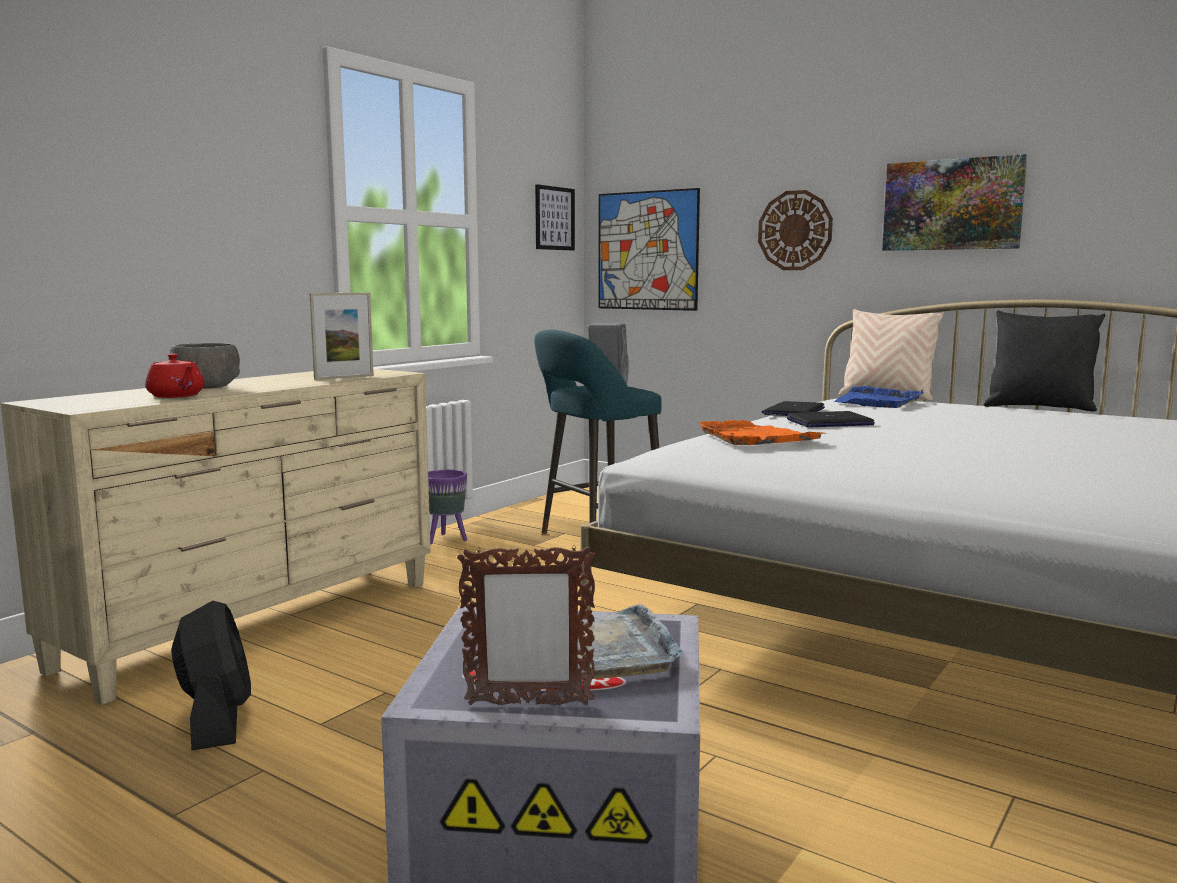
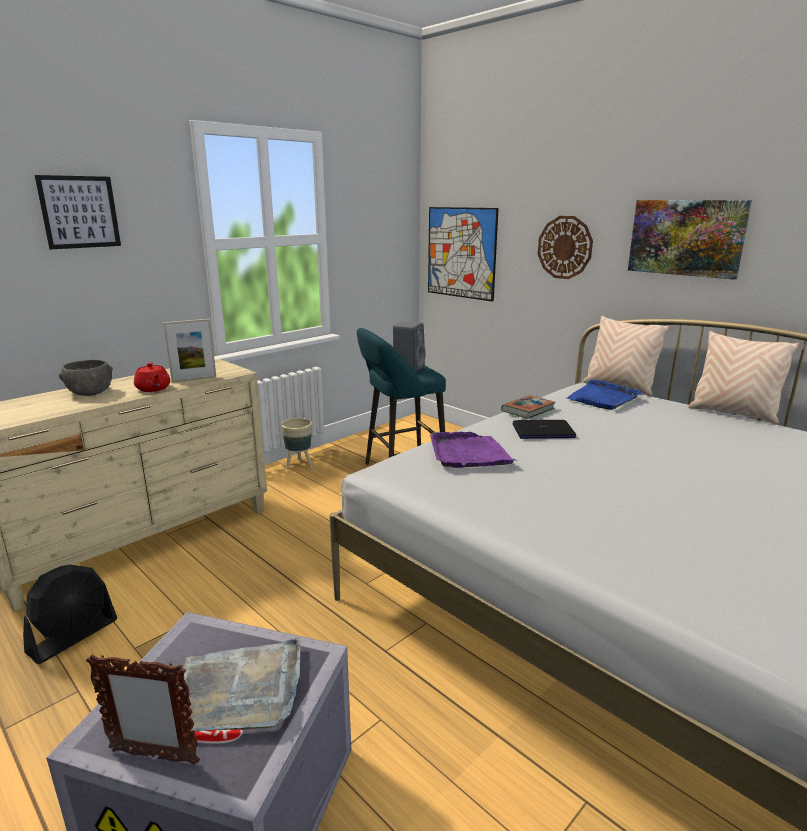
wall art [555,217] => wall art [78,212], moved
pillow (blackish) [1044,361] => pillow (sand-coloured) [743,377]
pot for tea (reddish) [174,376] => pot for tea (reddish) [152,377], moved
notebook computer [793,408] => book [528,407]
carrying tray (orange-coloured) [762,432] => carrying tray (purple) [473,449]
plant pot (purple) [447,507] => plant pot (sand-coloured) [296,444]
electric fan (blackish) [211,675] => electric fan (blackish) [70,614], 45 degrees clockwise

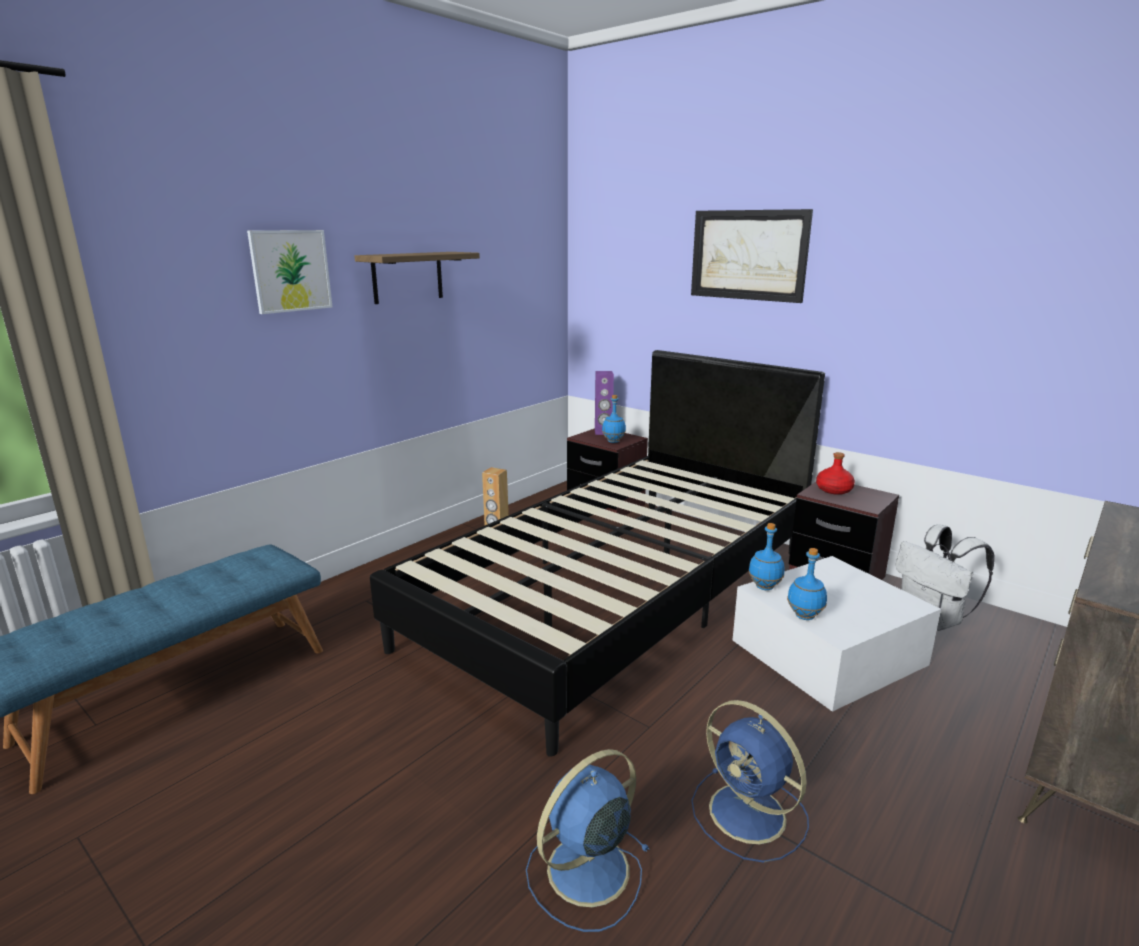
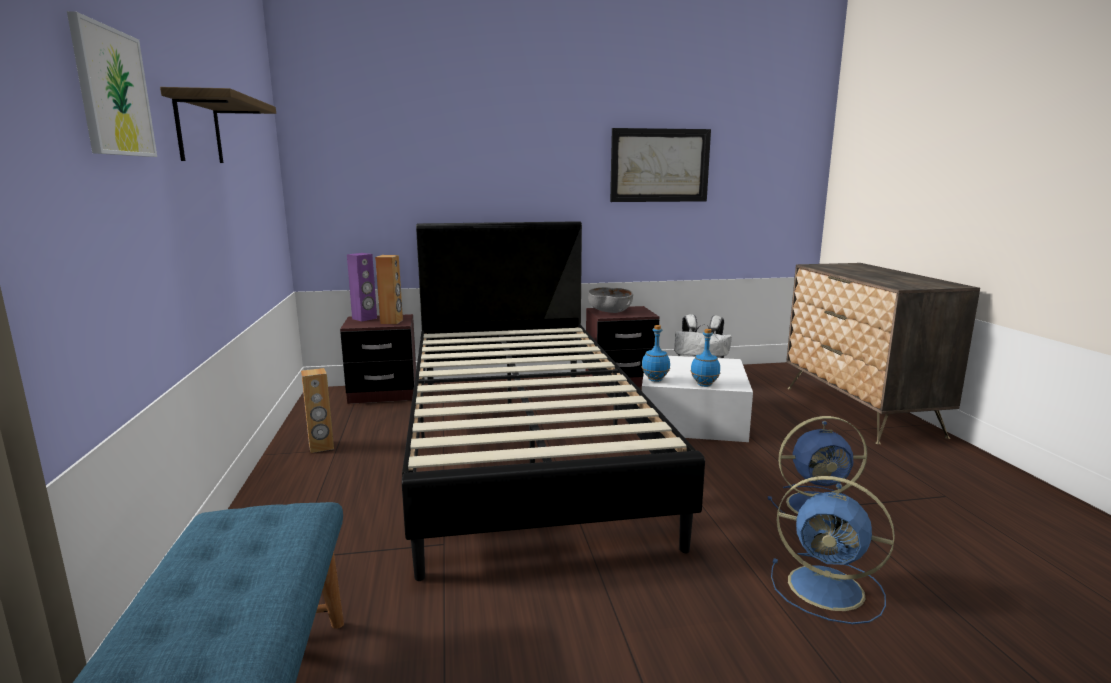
wall art [752,256] => wall art [660,165], moved
bottle (bluish) [614,419] => audio speaker (brownish) [389,289]
bottle (reddish) [835,473] => serving bowl (grey) [610,300]
electric fan (bluish) [588,840] => electric fan (bluish) [833,550], 60 degrees counterclockwise

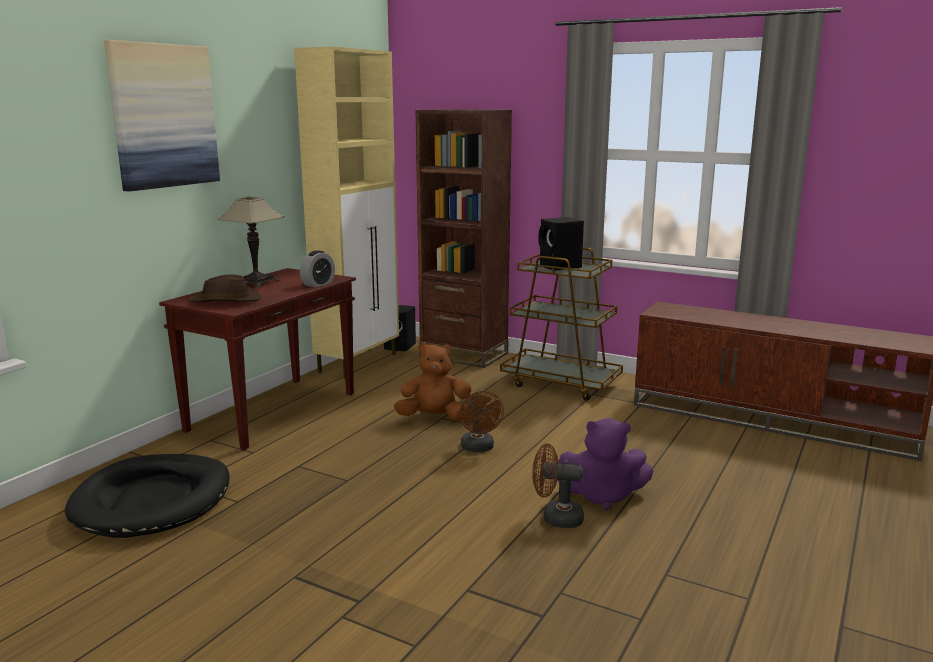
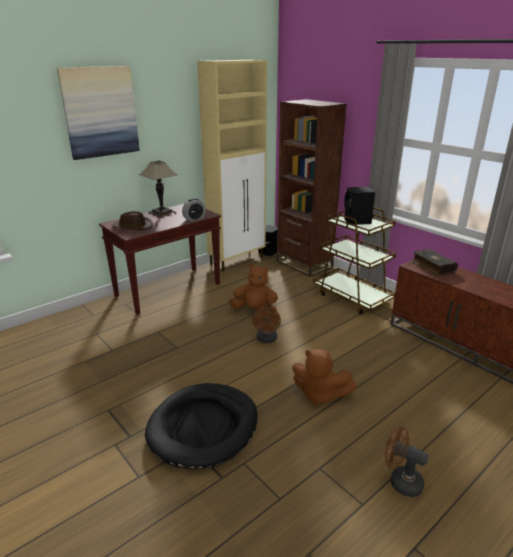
cuddly toy (purple) [605,464] => cuddly toy (brownish) [324,378]
electric fan (brownish) [558,486] => electric fan (brownish) [406,462], moved
pet bed (blackish) [147,496] => pet bed (blackish) [201,426], moved
nothing => book [434,262]

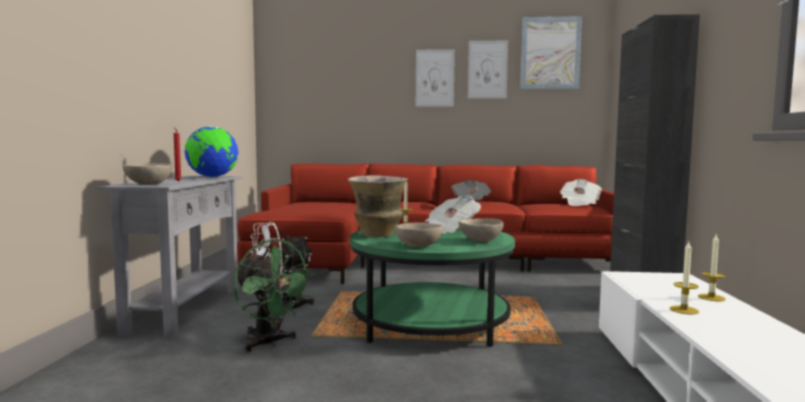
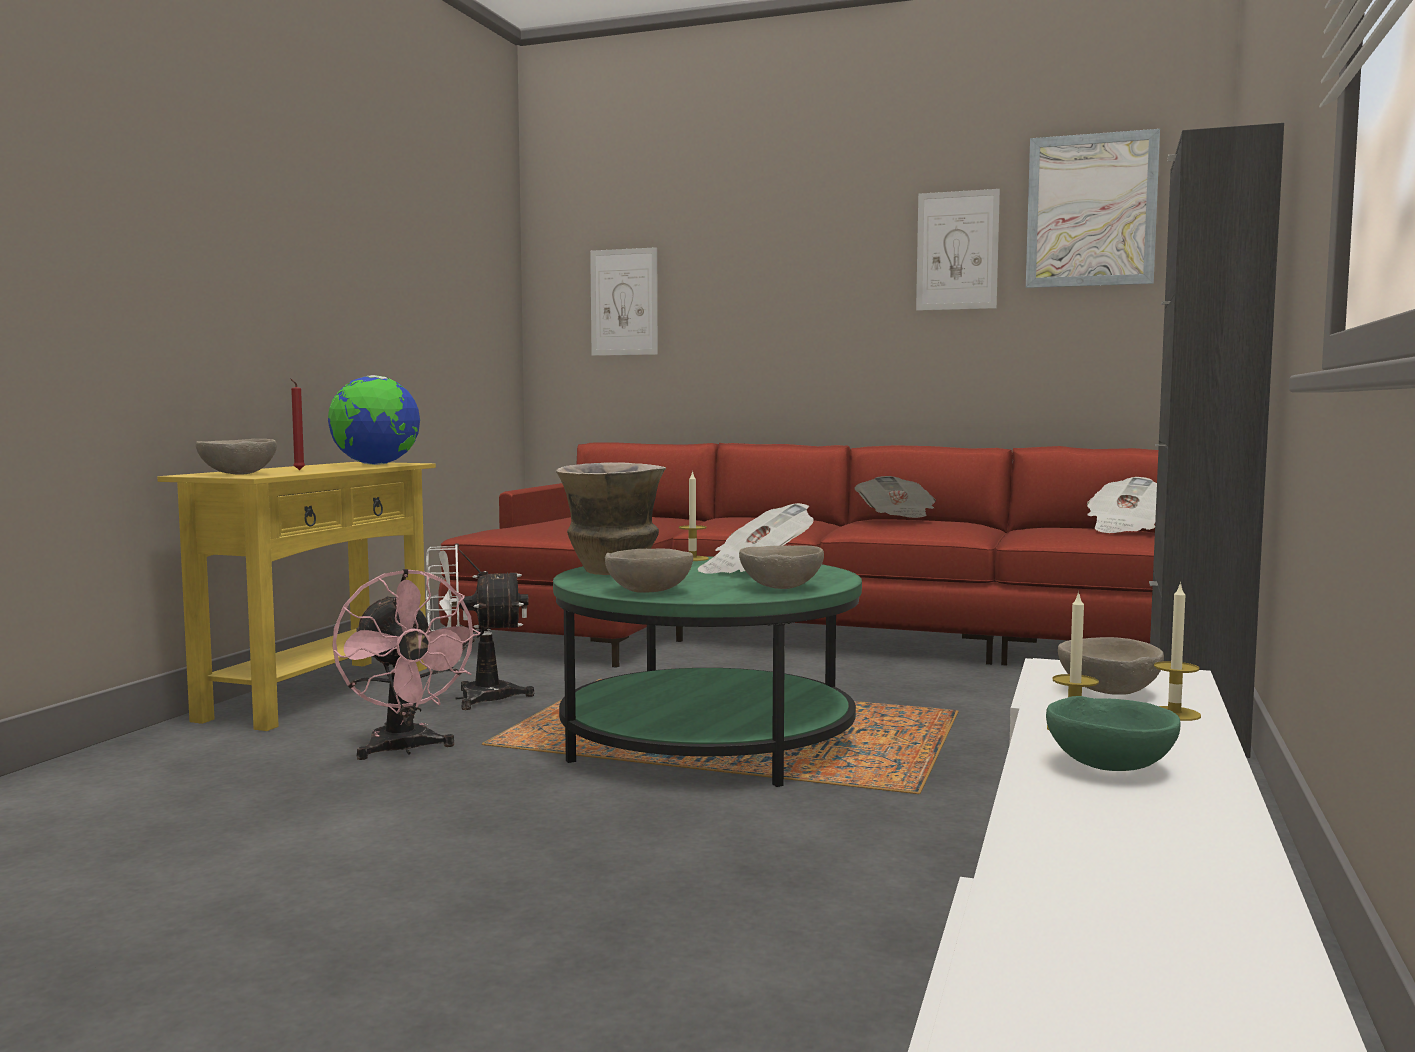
wall art [435,78] => wall art [624,301], moved
narrow table (grey) [170,257] => narrow table (yellow) [296,596]
electric fan (greenish) [274,295] => electric fan (pinkish) [406,664]
nothing => serving bowl (sand-coloured) [1111,666]
nothing => serving bowl (greenish) [1113,733]

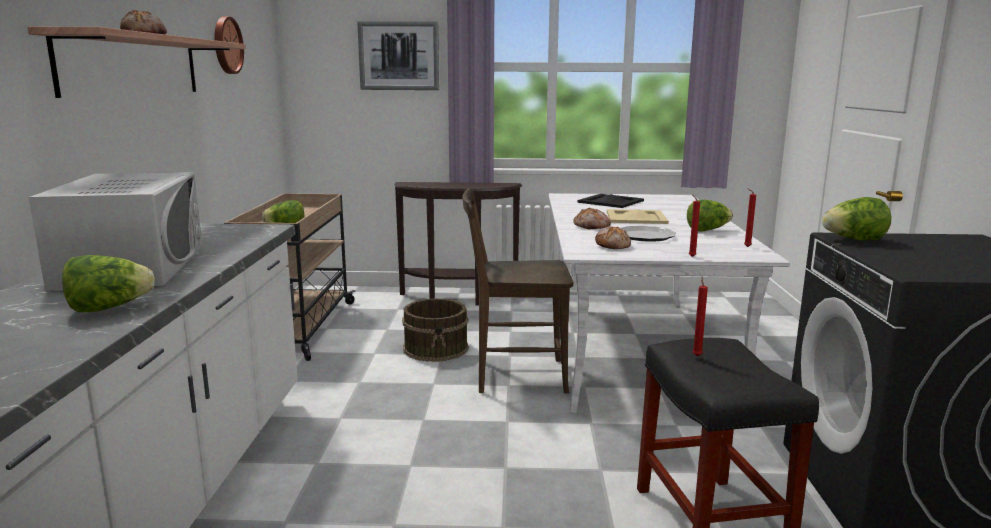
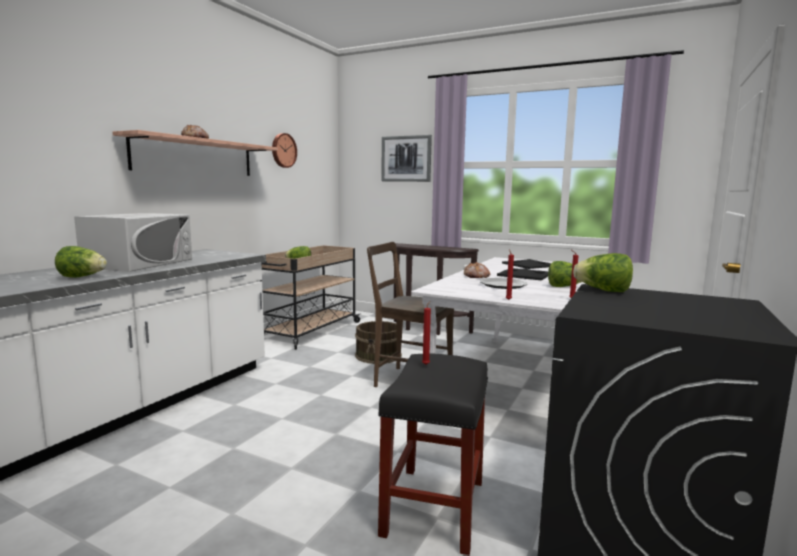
carrying tray (sand-coloured) [638,216] => carrying tray (blackish) [522,274]
baked bread [613,238] => nothing

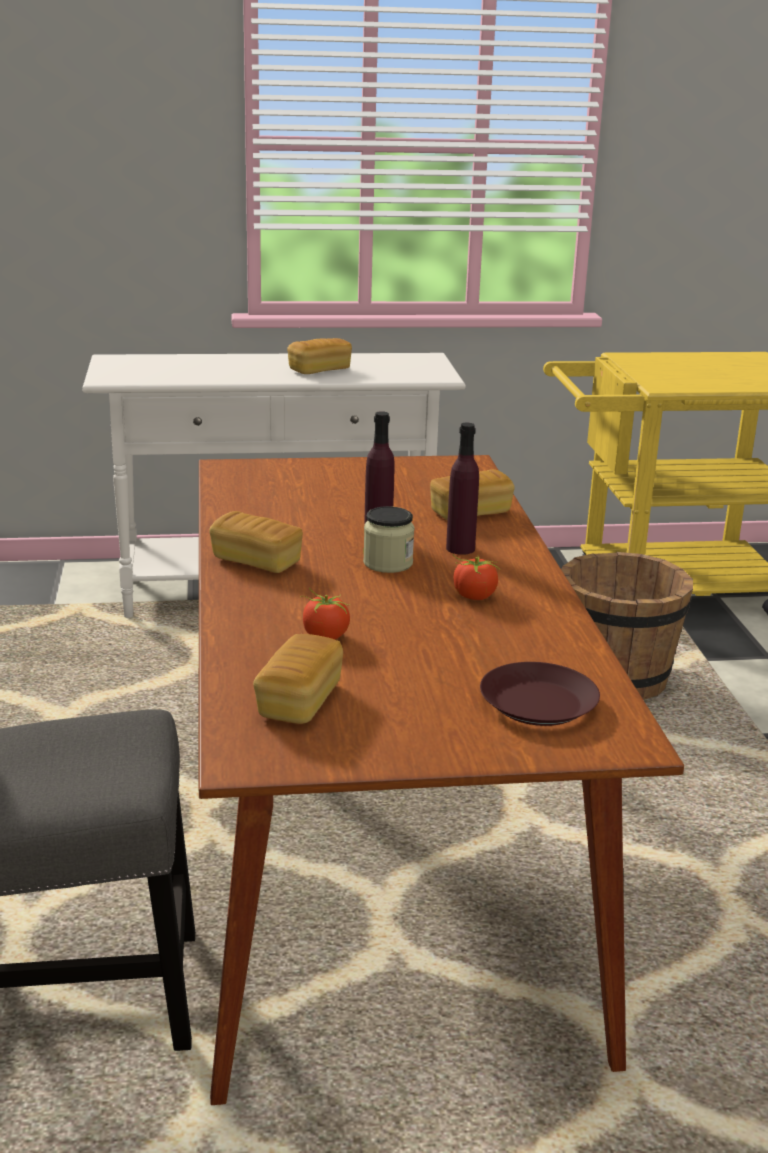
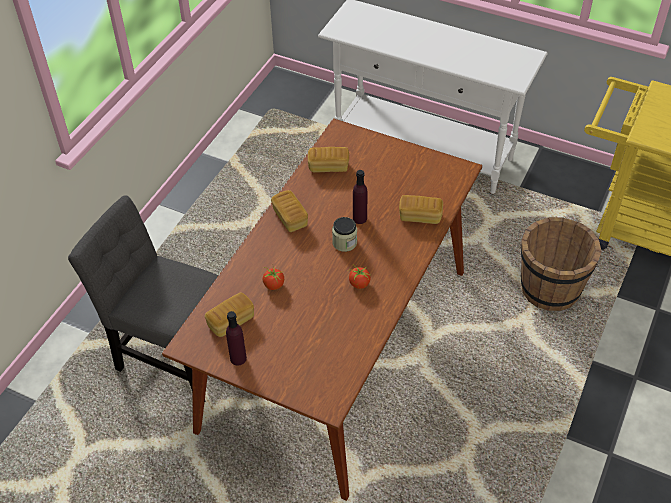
baked bread [319,356] => baked bread [328,160], moved
bottle (purple) [462,489] => bottle (purple) [236,338], moved
flat dish (brownish) [540,694] => nothing

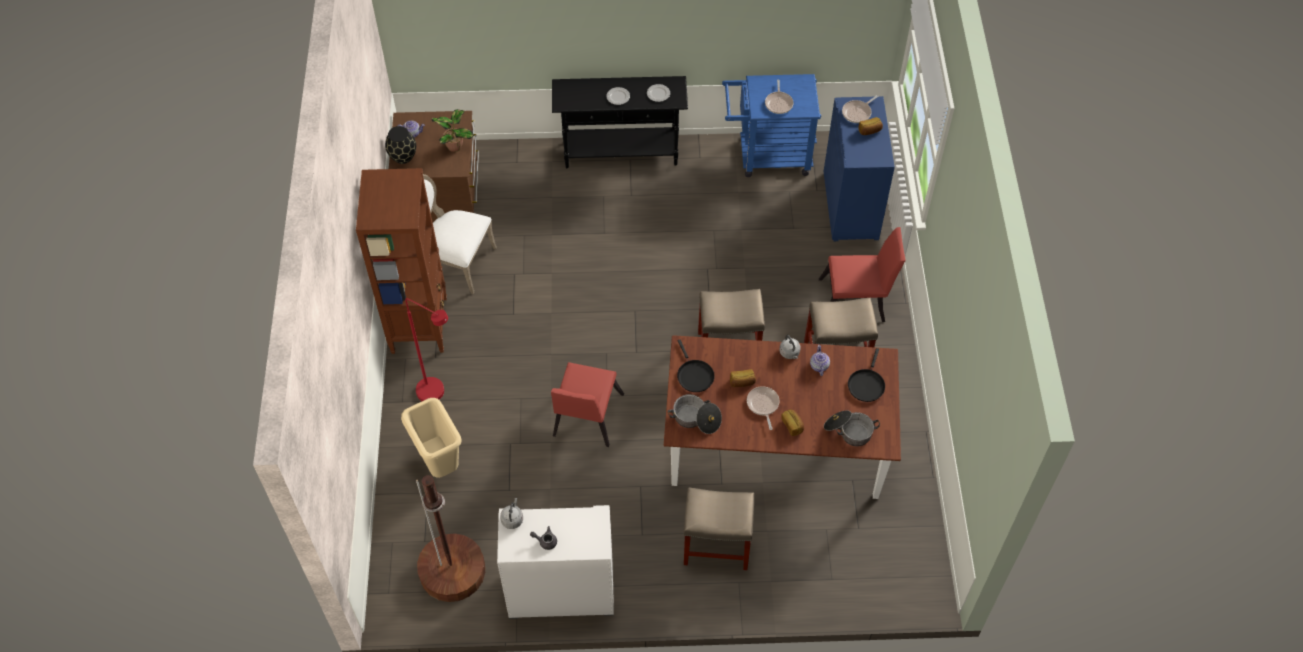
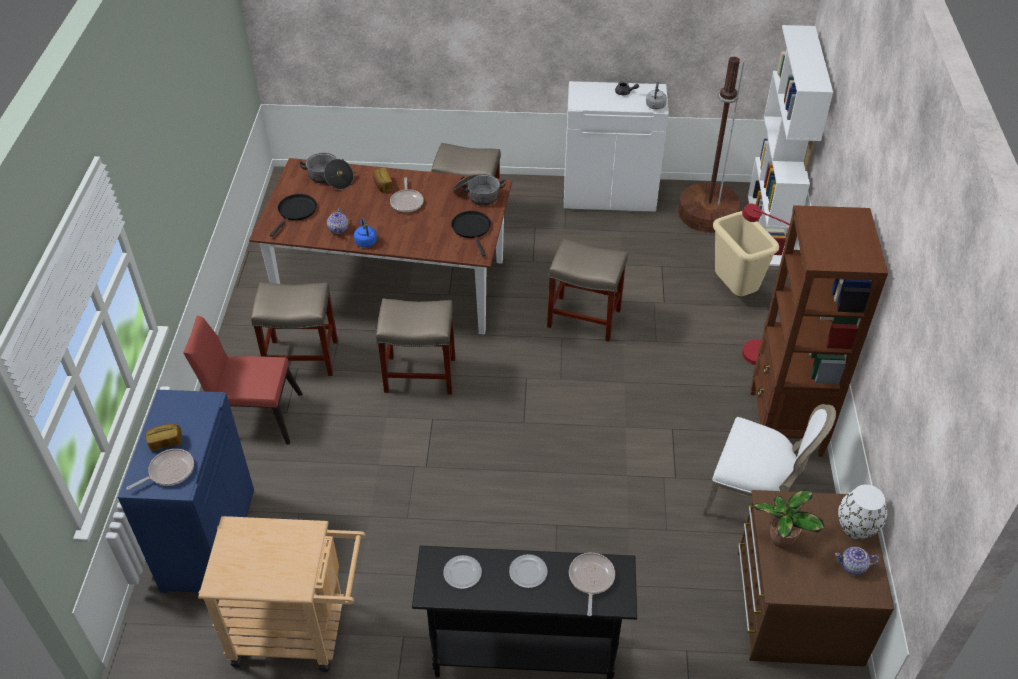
cart (bluish) [771,125] => cart (sand-coloured) [281,594]
skillet [779,97] => skillet [592,584], moved
flower vase (blackish) [400,145] => flower vase (whitish) [862,512]
kettle (grey) [790,347] => kettle (bluish) [365,232]
plain chair (reddish) [587,404] => stool (sand-coloured) [587,290]
baked bread [743,378] => nothing
nothing => shelving unit (whitish) [790,145]

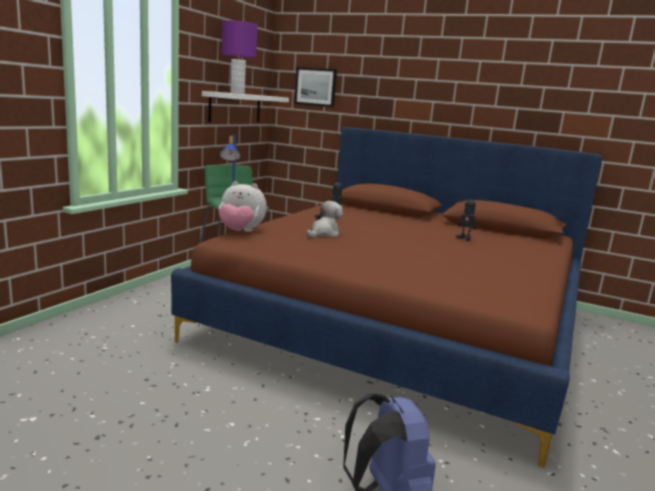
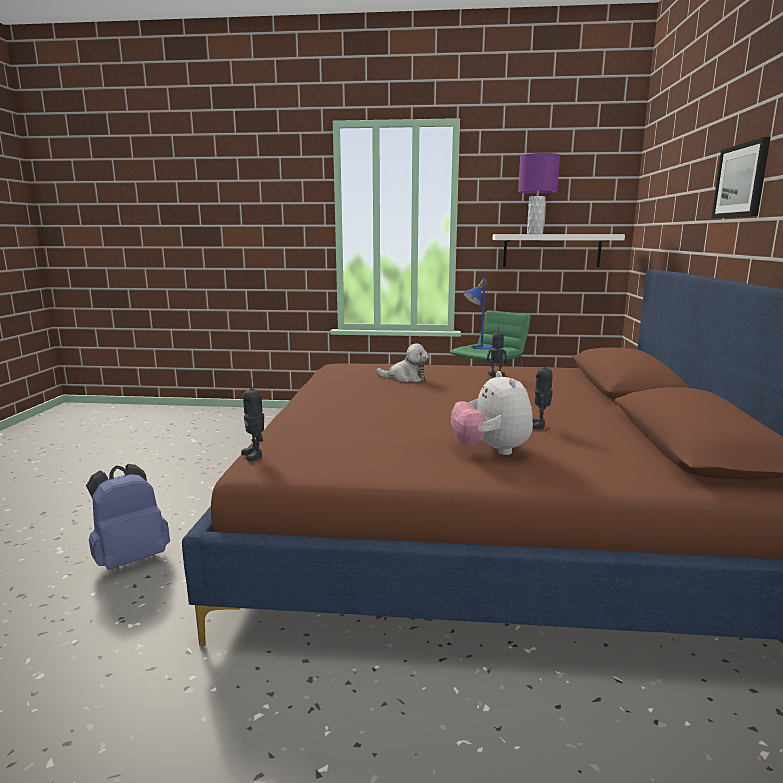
wall art [315,87] => wall art [741,177], moved
cuddly toy [243,206] => cuddly toy [492,413], moved
nothing => robot figure [252,420]

